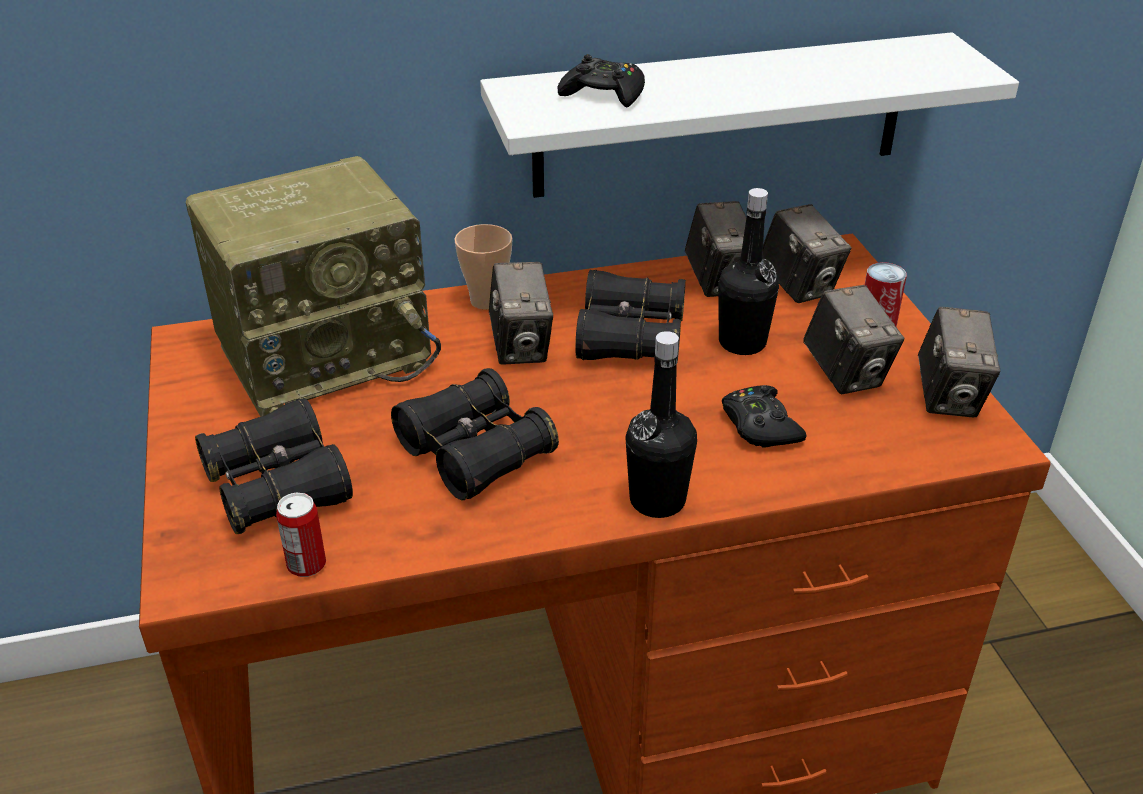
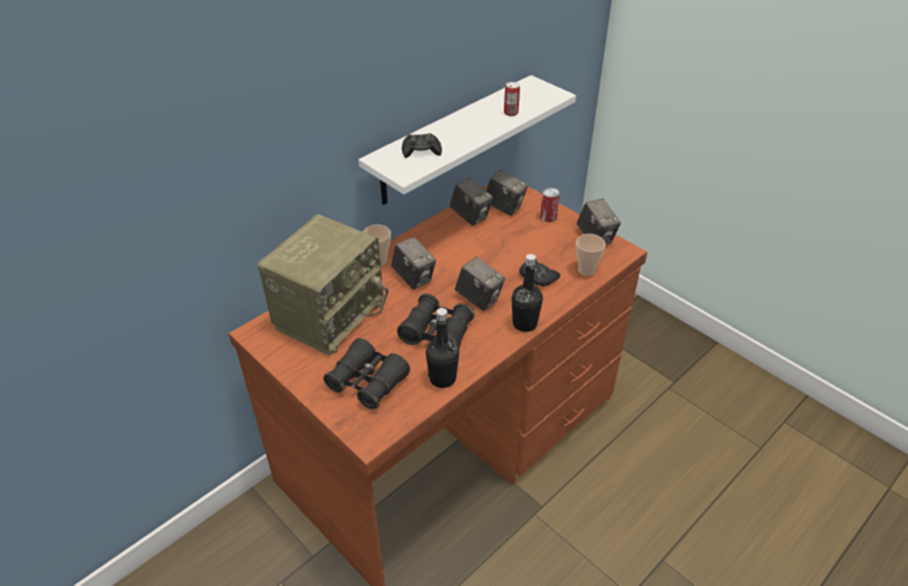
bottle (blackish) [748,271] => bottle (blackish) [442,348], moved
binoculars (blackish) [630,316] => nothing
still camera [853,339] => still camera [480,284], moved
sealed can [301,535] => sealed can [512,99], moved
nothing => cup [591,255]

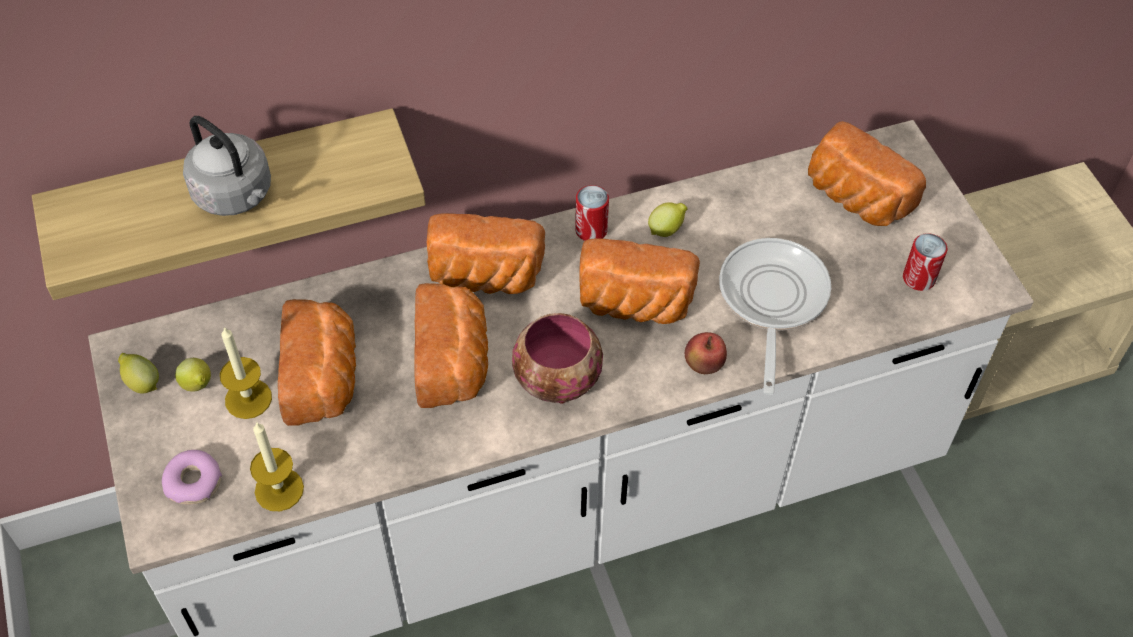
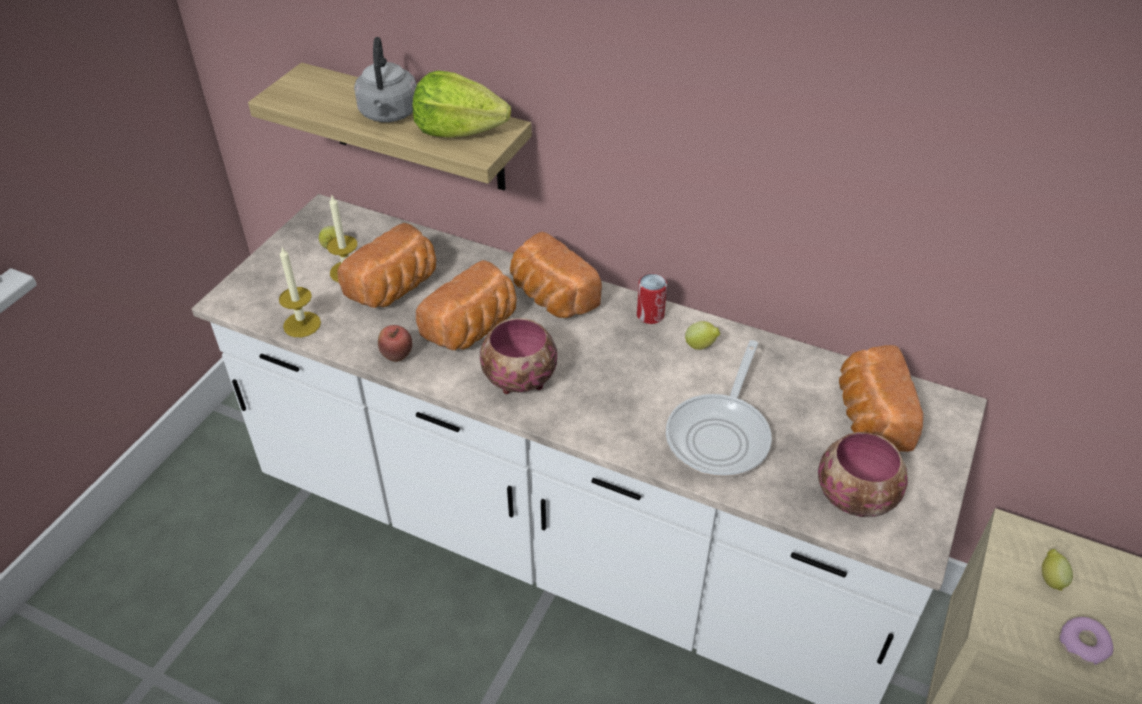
sealed can [925,262] => serving bowl [863,474]
baked bread [639,281] => nothing
skillet [775,316] => skillet [719,409], 150 degrees clockwise
apple [706,353] => apple [395,343], moved
lemon [138,373] => lemon [1057,570], moved
ring doughnut [192,477] => ring doughnut [1086,641], moved
nothing => head of lettuce [461,104]

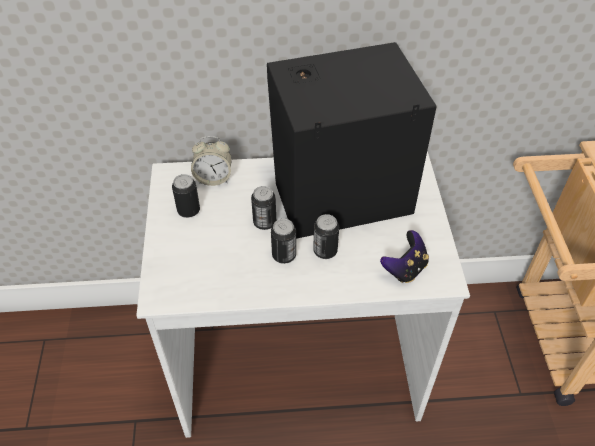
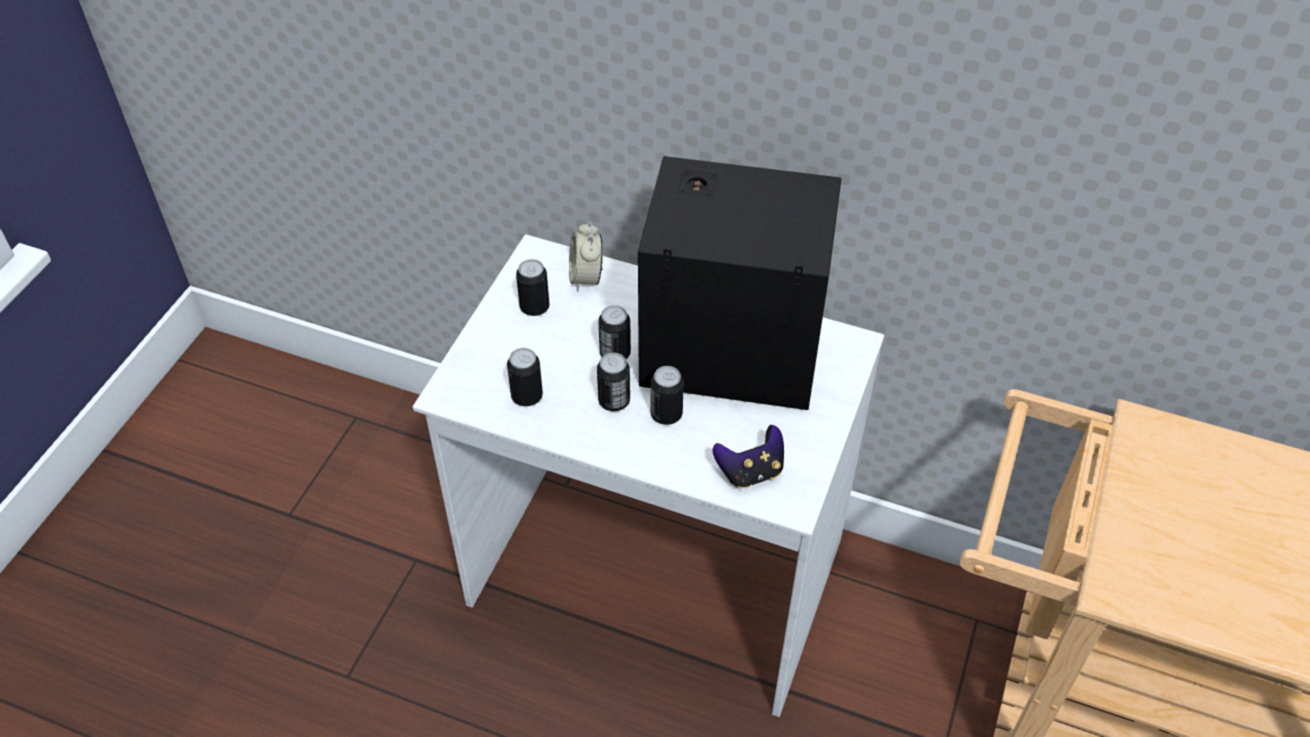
table clock [211,161] => table clock [586,256], 60 degrees clockwise
nothing => sealed can [525,377]

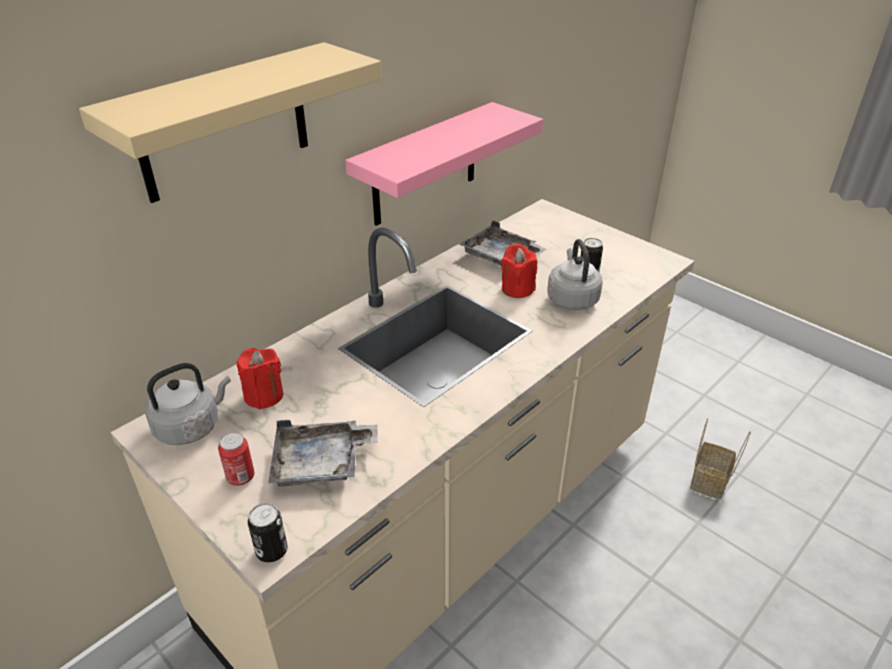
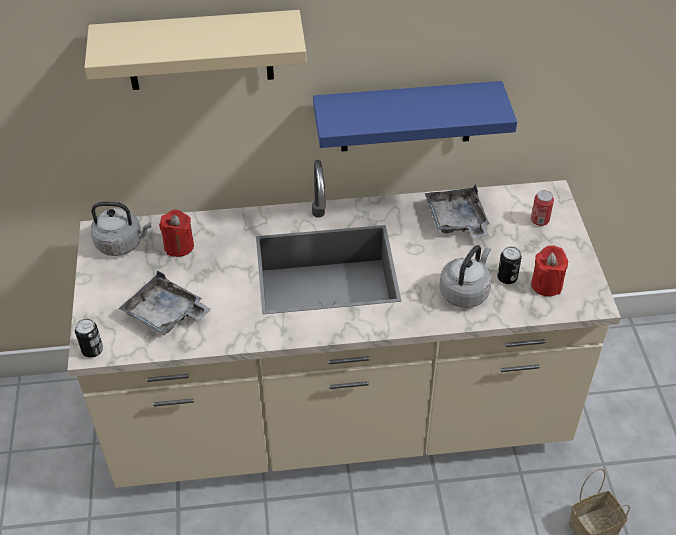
wall shelf (pinkish) [444,164] => wall shelf (bluish) [415,116]
candle (reddish) [519,271] => candle (reddish) [549,270], moved
sealed can [236,459] => sealed can [542,208], moved

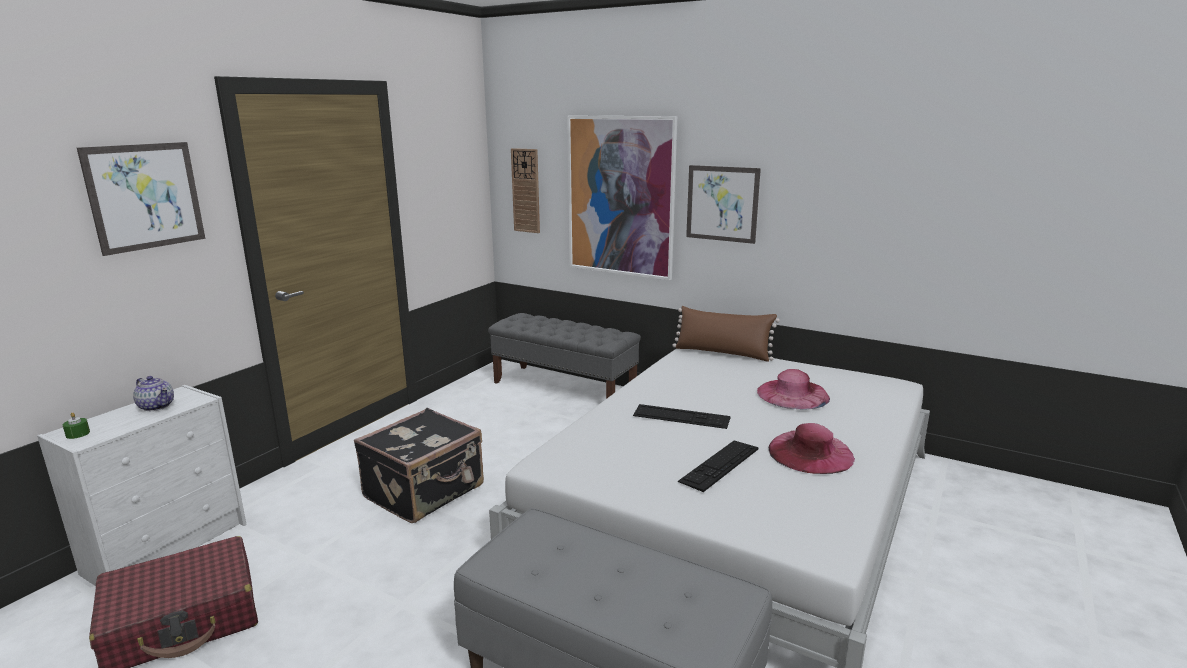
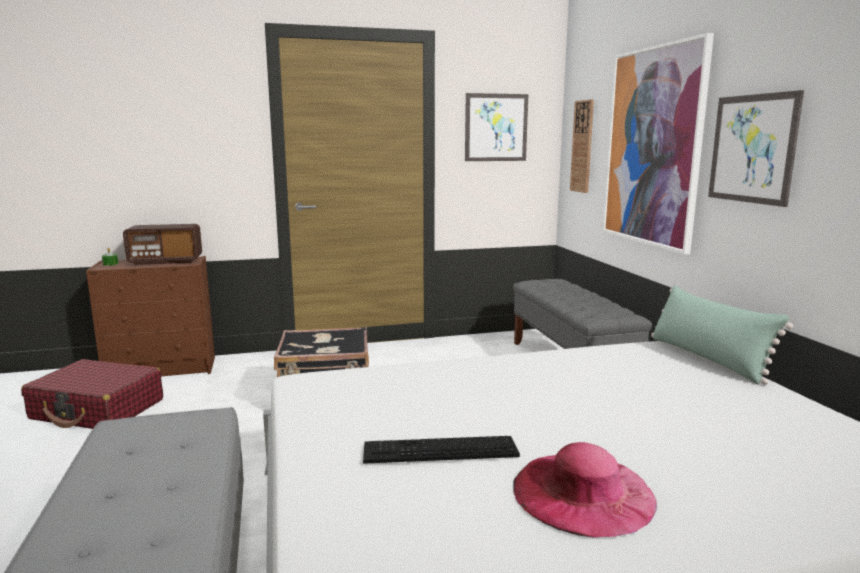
wall art [141,199] => wall art [496,127], moved
pillow (brownish) [726,334] => pillow (greenish) [722,335]
wearable hat (pinkish) [793,389] => nothing
pot for tea [153,393] => radio receiver [162,244]
chest of drawers (whitish) [141,485] => chest of drawers (brownish) [150,316]
computer keyboard [682,416] => nothing

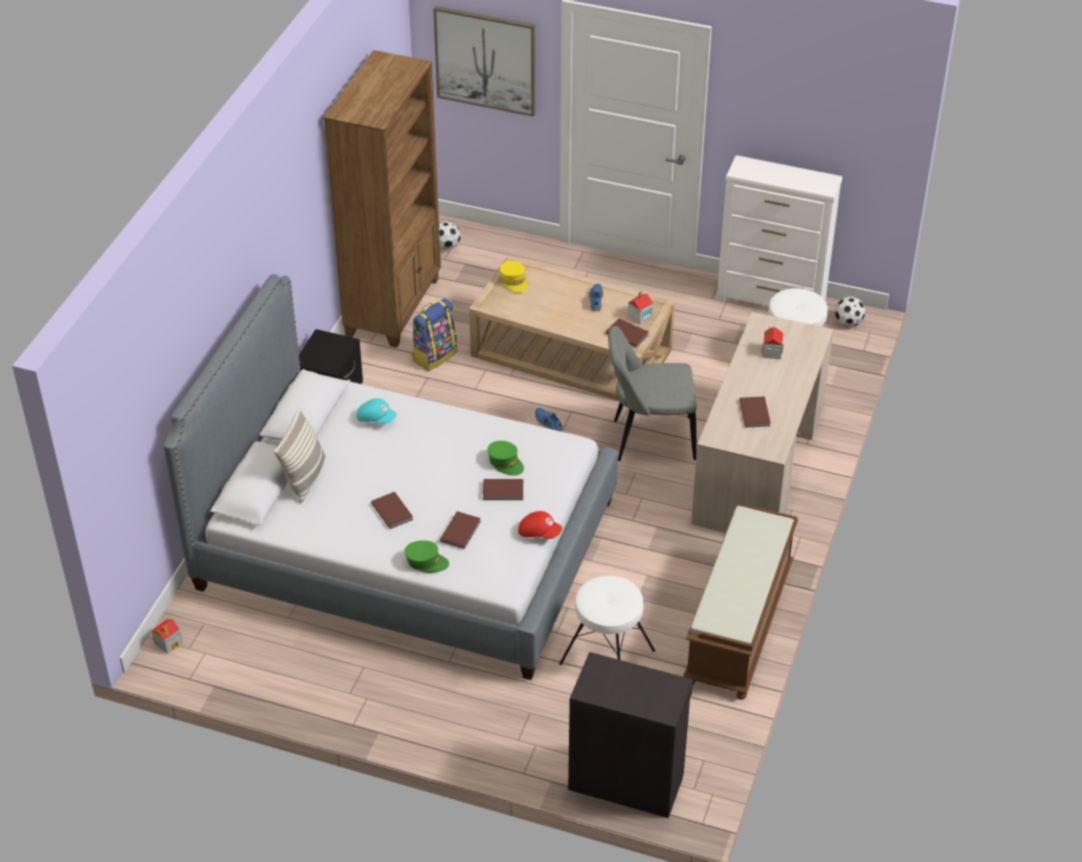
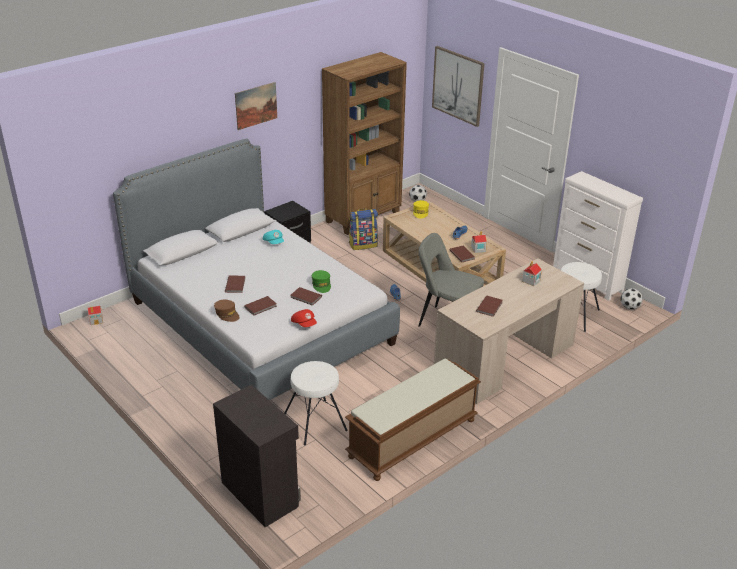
pillow [300,455] => nothing
peaked cap (greenish) [426,556] => peaked cap (brownish) [227,311]
nothing => wall art [256,106]

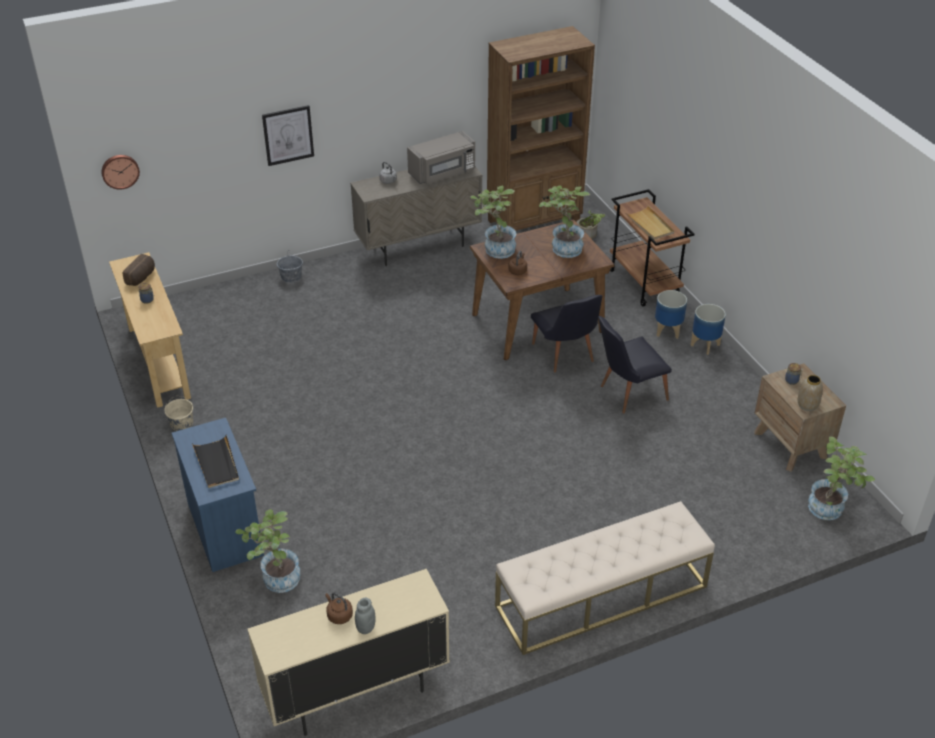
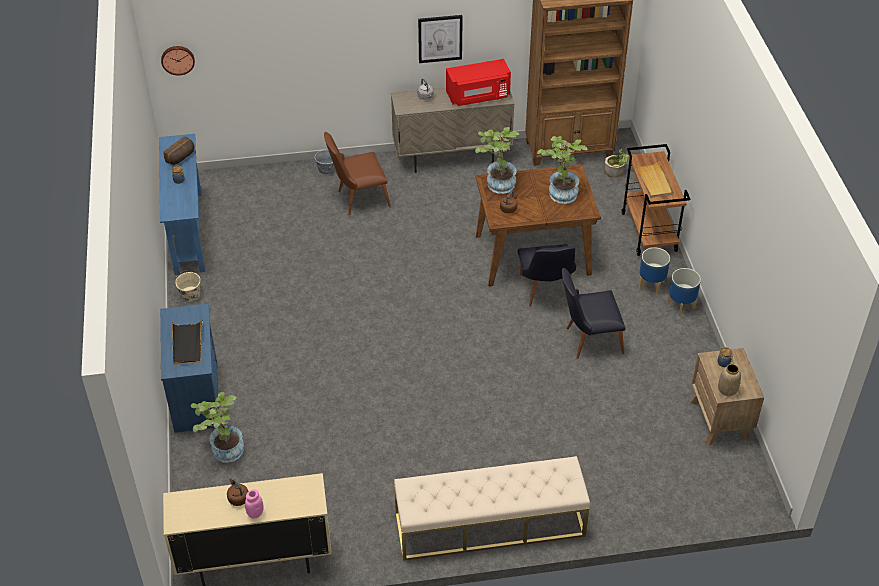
wall art [288,135] => wall art [440,39], moved
microwave oven (grey) [441,157] => microwave oven (reddish) [478,82]
narrow table (sand-coloured) [150,330] => narrow table (bluish) [182,204]
potted plant [841,478] => nothing
jar (grey) [365,616] => jar (pinkish) [254,504]
nothing => plain chair (brownish) [357,173]

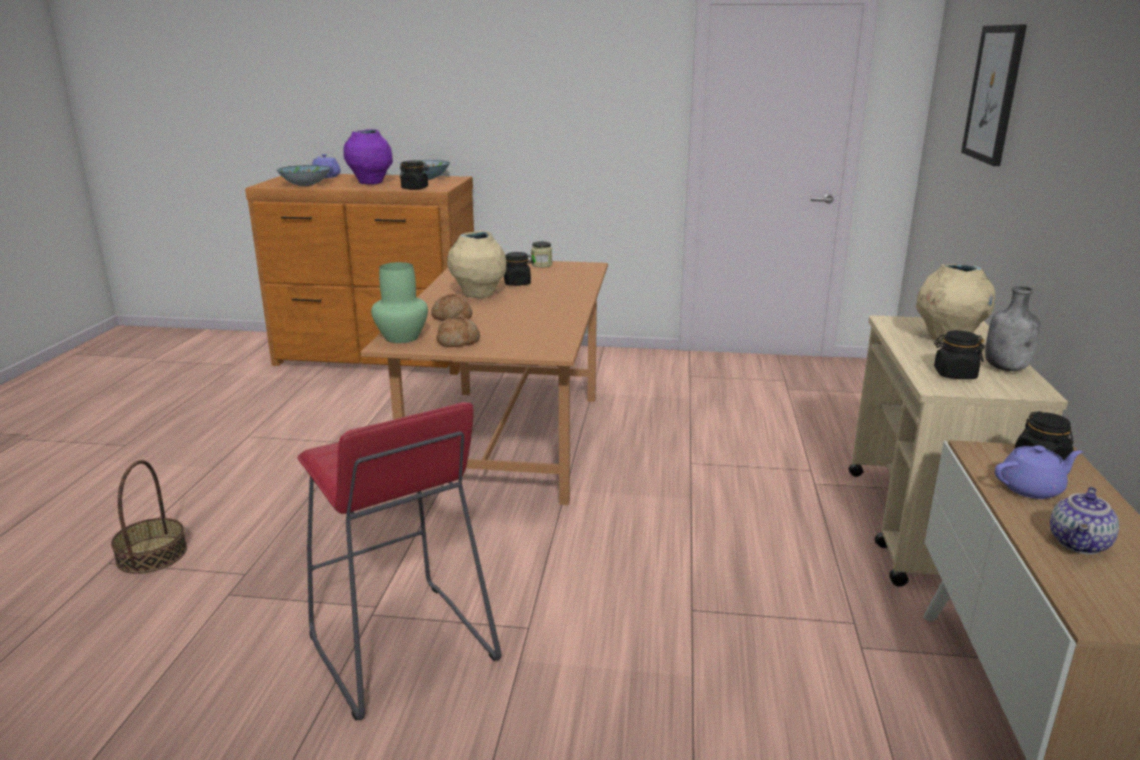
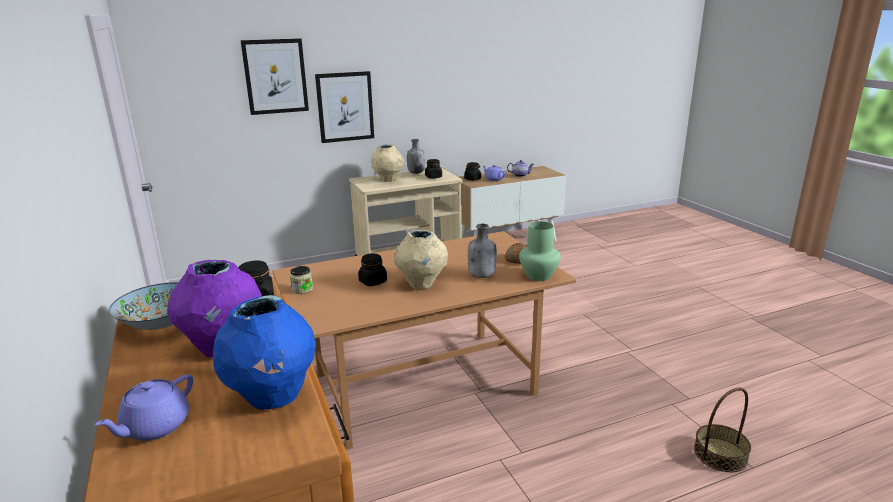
serving bowl [304,175] => flower vase (bluish) [264,352]
baked bread [451,307] => bottle (grey) [482,251]
stool (reddish) [399,561] => nothing
nothing => wall art [344,107]

